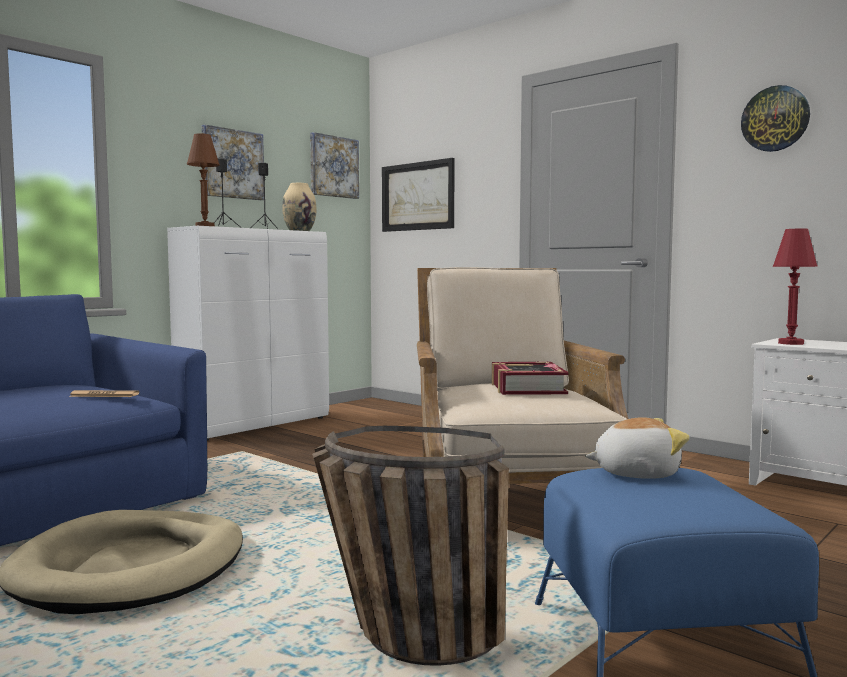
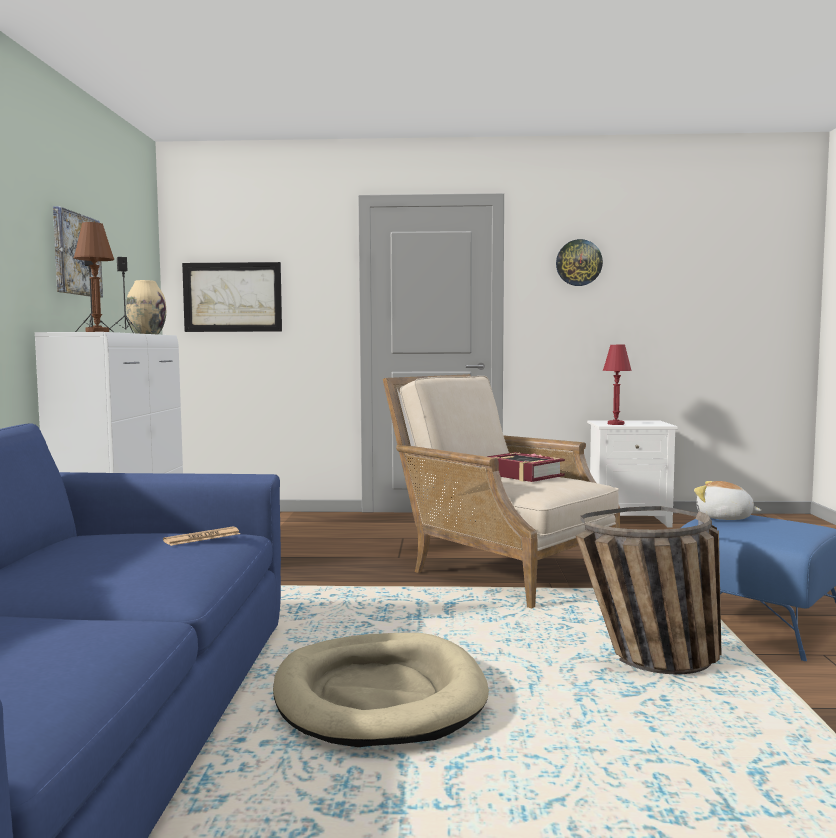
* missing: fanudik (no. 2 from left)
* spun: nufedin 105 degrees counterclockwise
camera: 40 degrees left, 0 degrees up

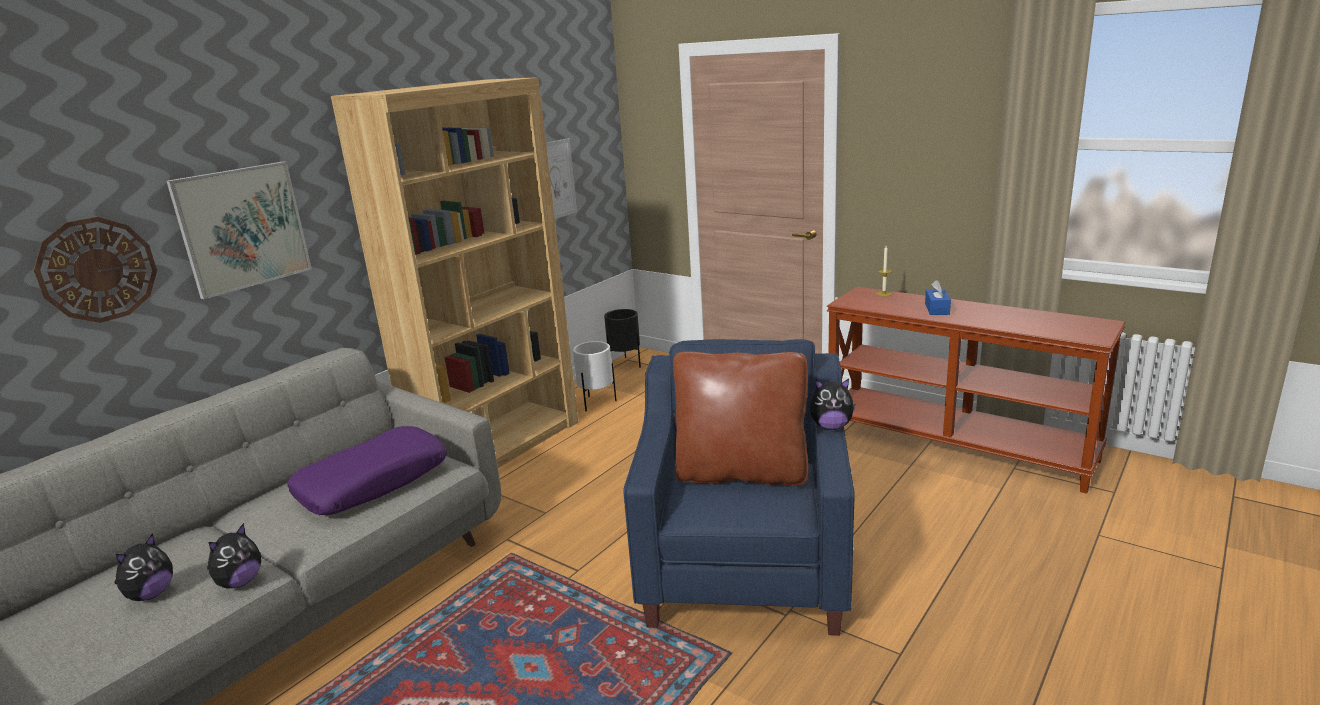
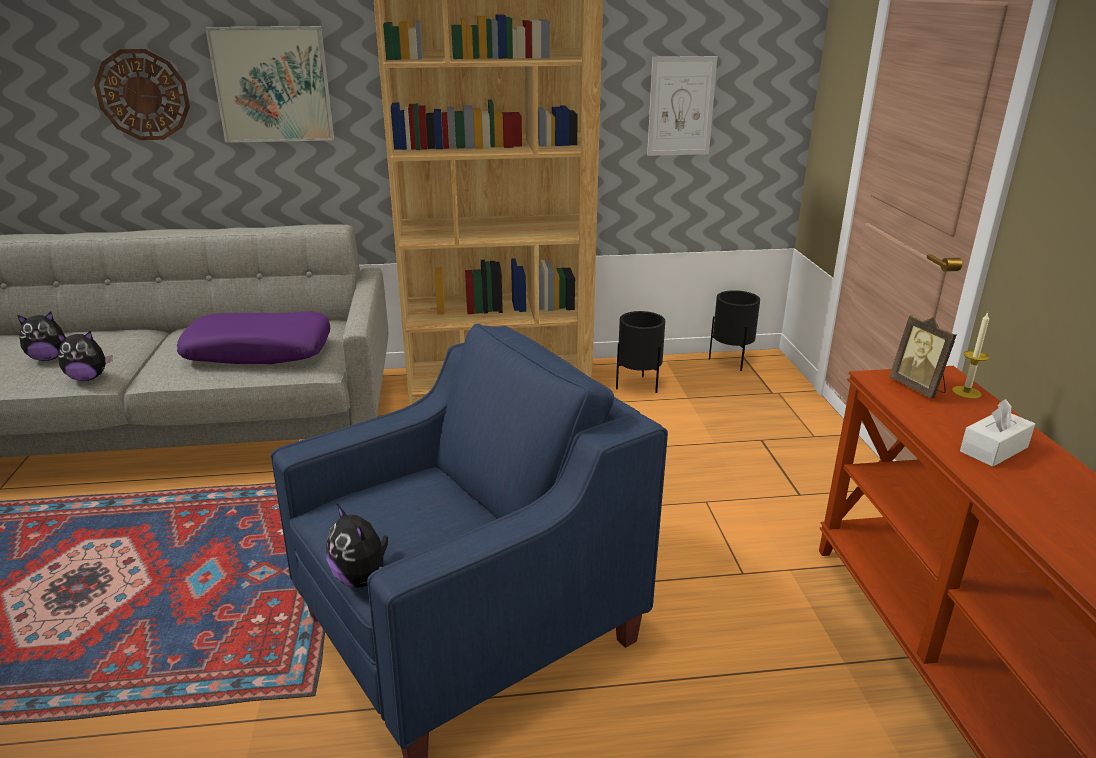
* colour: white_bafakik to black_bafakik (no. 1 from left)
* missing: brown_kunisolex
* relocated: nufedin (no. 3 from left)
* colour: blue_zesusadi to white_zesusadi
* appeared: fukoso
camera: 45 degrees right, 5 degrees up

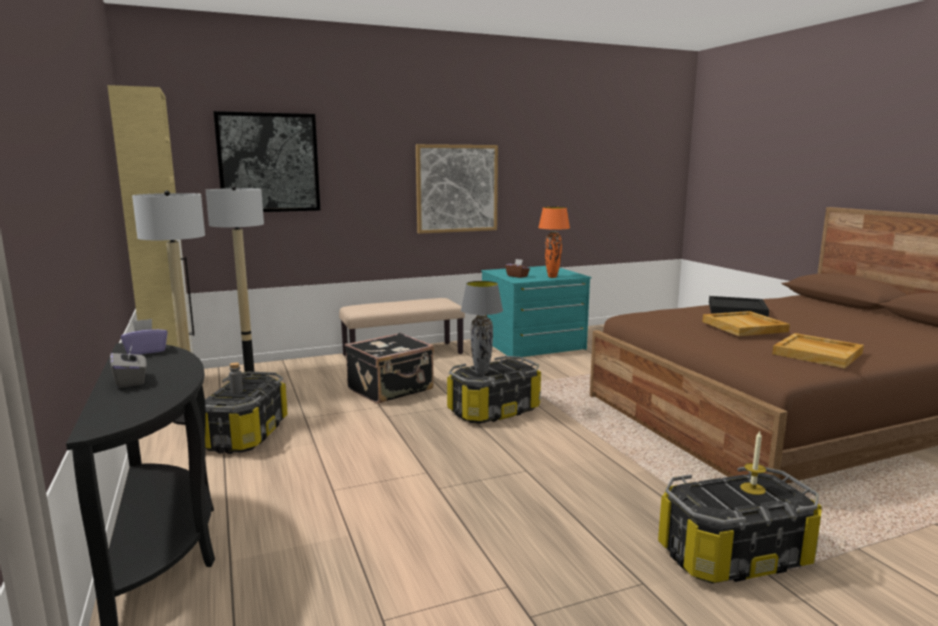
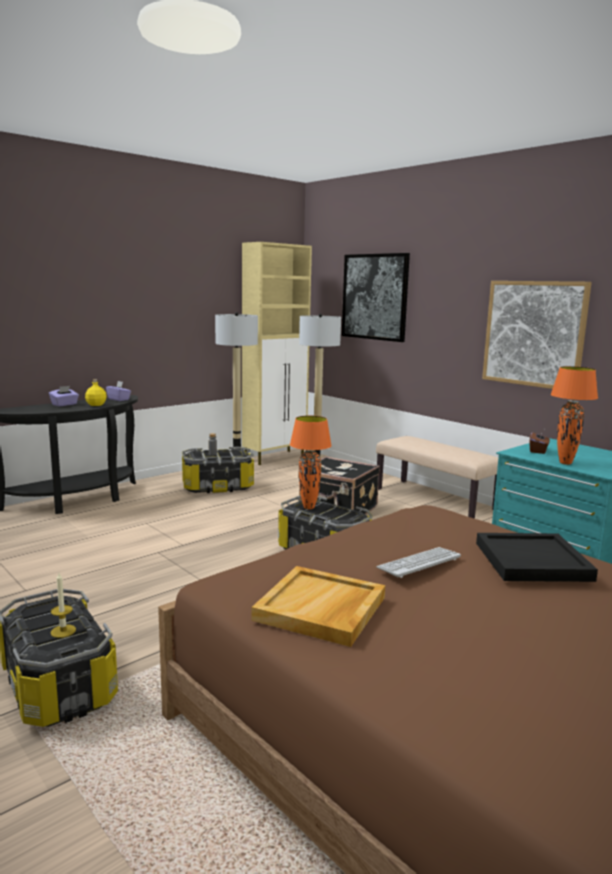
* colour: grey_zesusadi to purple_zesusadi (no. 1 from left)
* colour: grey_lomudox to orange_lomudox (no. 1 from left)
* exchanged: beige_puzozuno (no. 1 from left) to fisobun
* appeared: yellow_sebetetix
camera: 70 degrees right, 0 degrees up

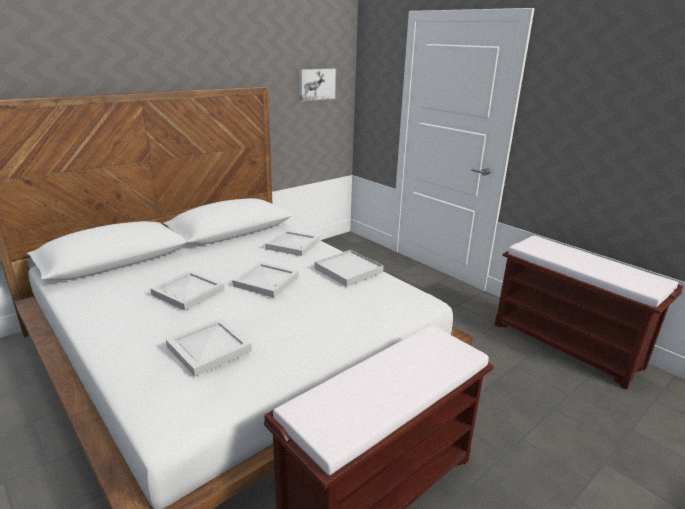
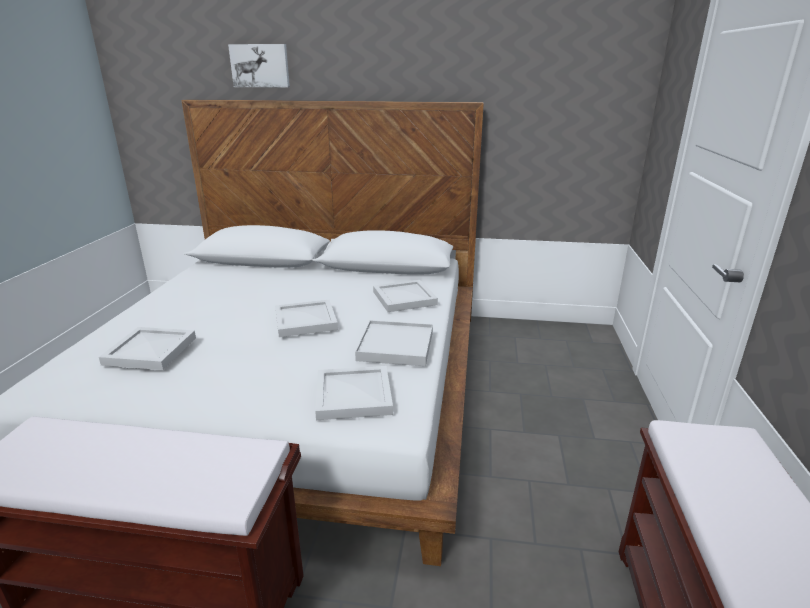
* relocated: white_puzozuno (no. 1 from left in the first image) to white_puzozuno (no. 3 from left)
* relocated: fanudik
camera: 50 degrees right, 0 degrees up

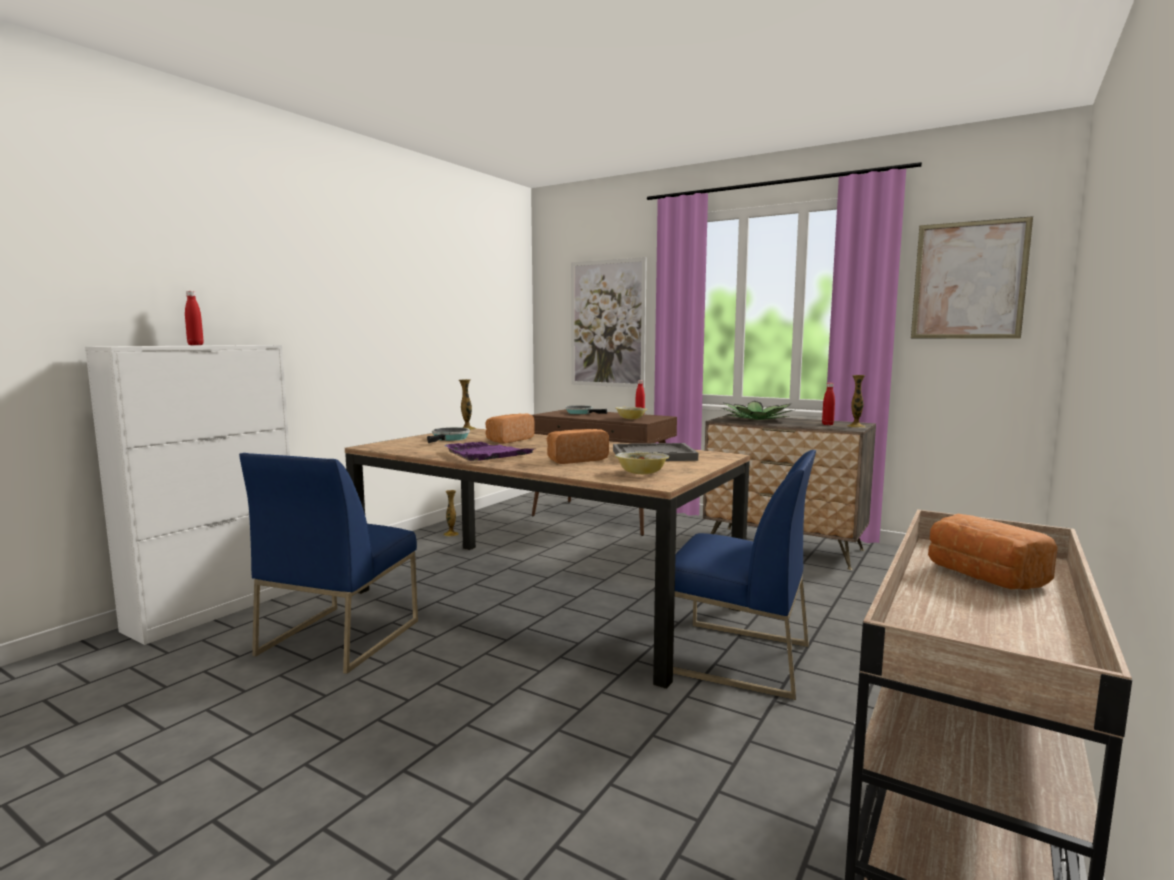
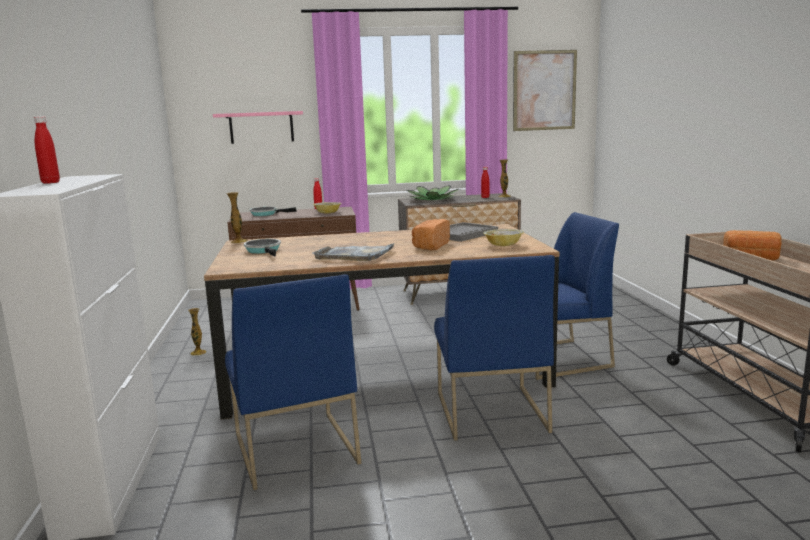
* colour: purple_puzozuno to grey_puzozuno (no. 1 from left)
* missing: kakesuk (no. 1 from left)
* exchanged: fanudik (no. 1 from left) to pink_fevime
* appeared: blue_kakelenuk (no. 2 from left)
camera: 40 degrees left, 5 degrees up

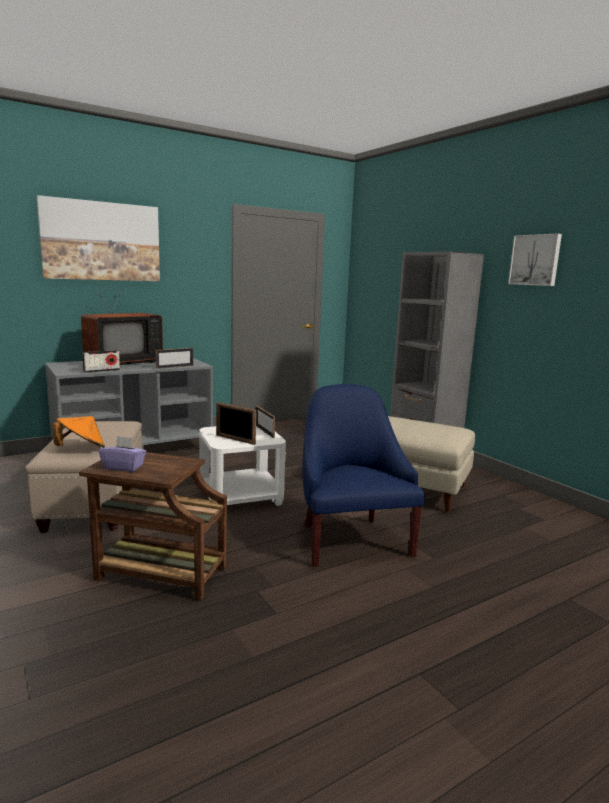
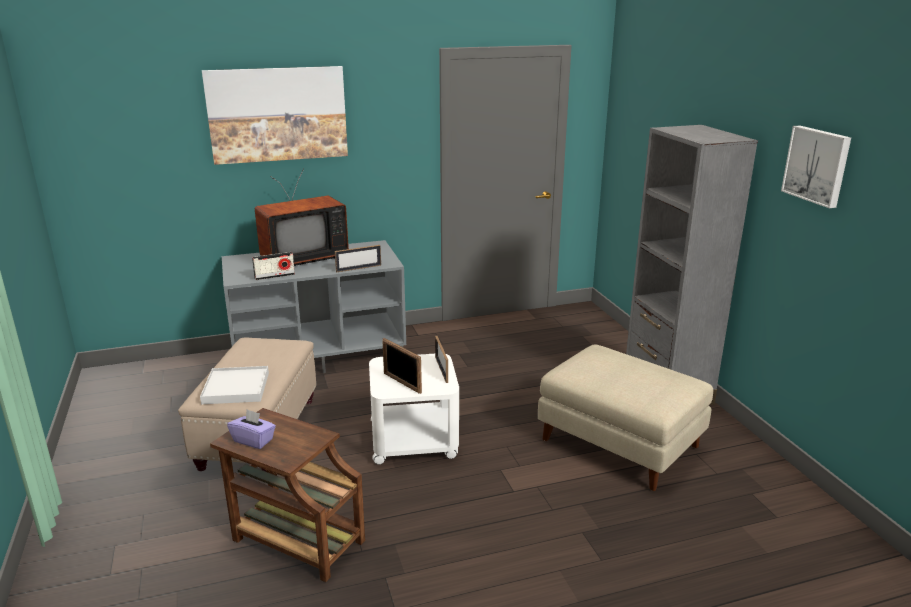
* exchanged: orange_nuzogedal to white_puzozuno
* missing: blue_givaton
camera: 15 degrees right, 10 degrees up

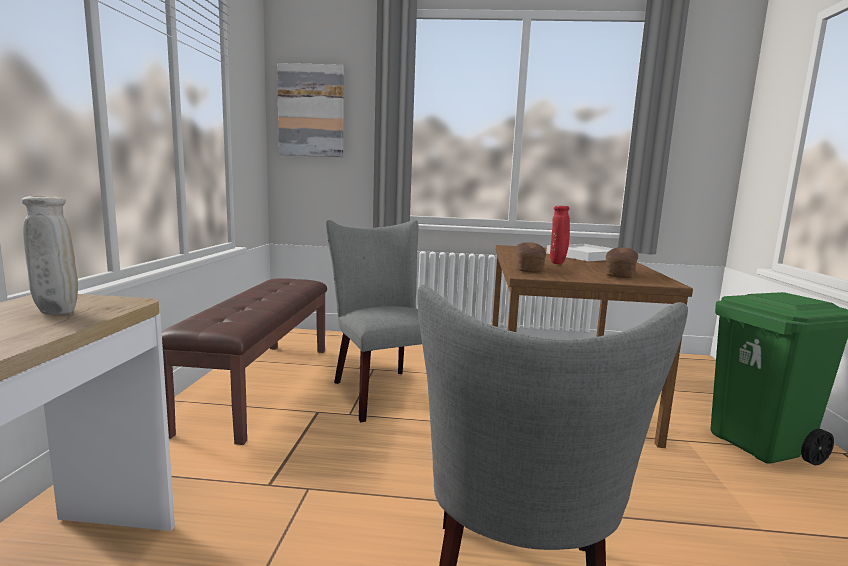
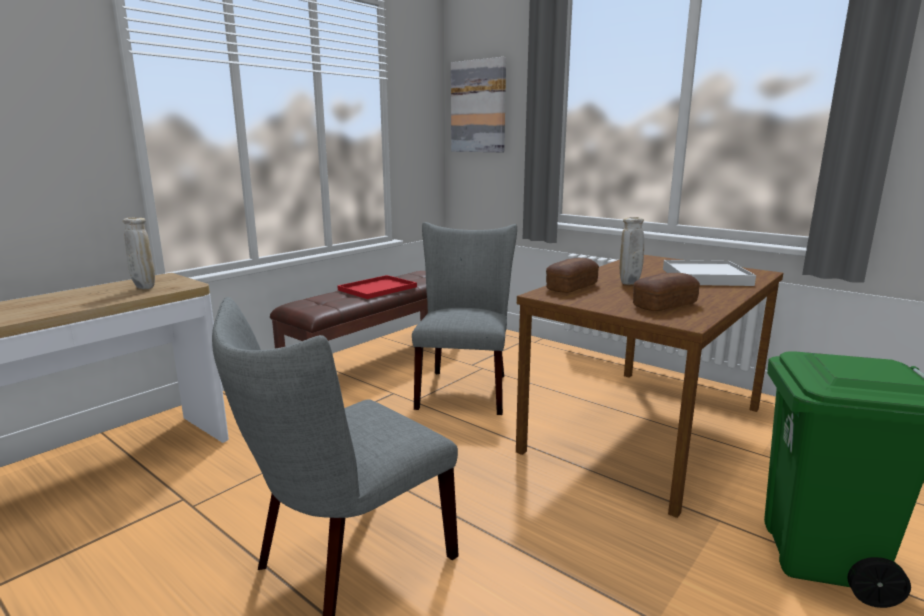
* colour: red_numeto to beige_numeto (no. 2 from left)
* appeared: red_puzozuno
camera: 35 degrees right, 5 degrees up

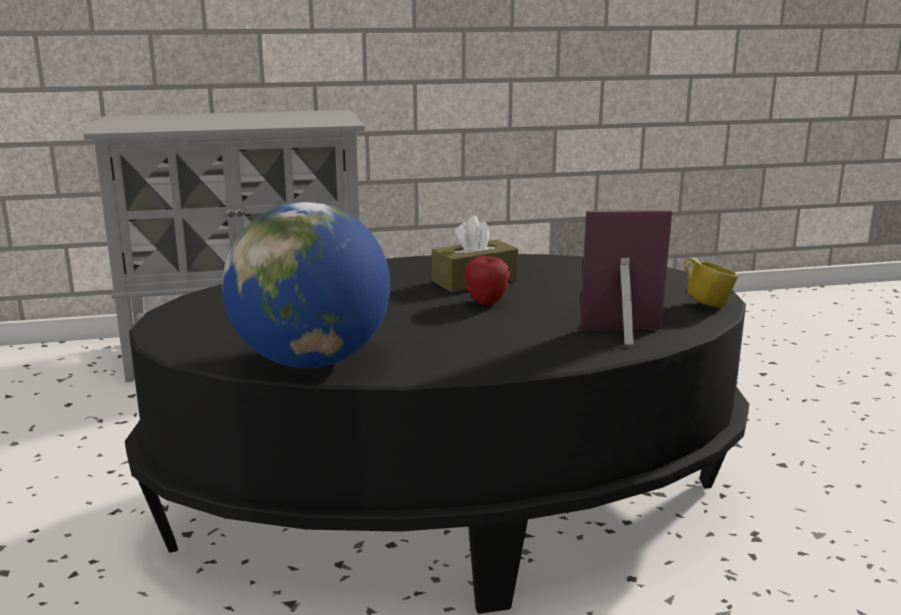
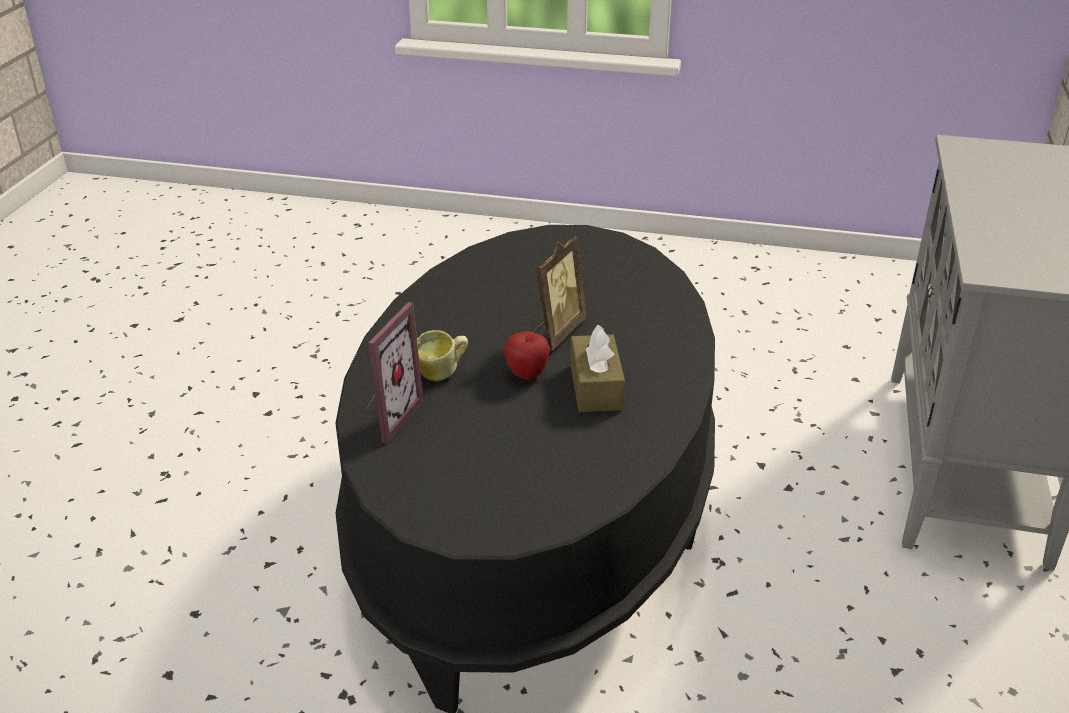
* missing: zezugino
* relocated: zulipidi
* appeared: fukoso (no. 2 from left)
camera: 115 degrees right, 15 degrees up

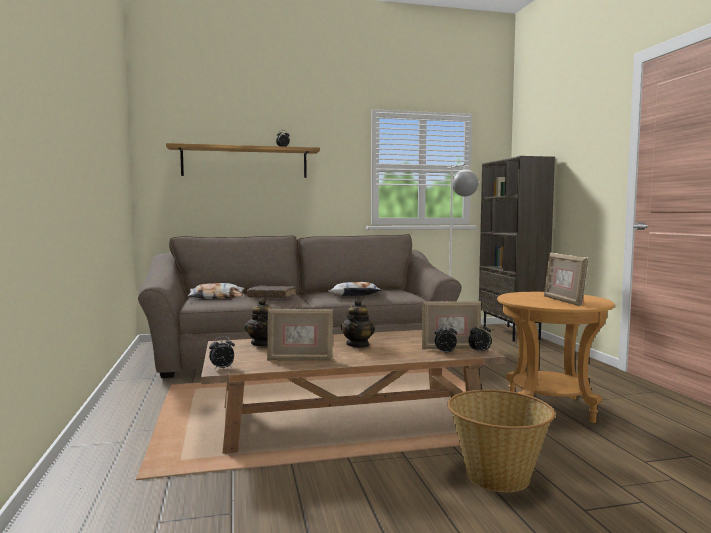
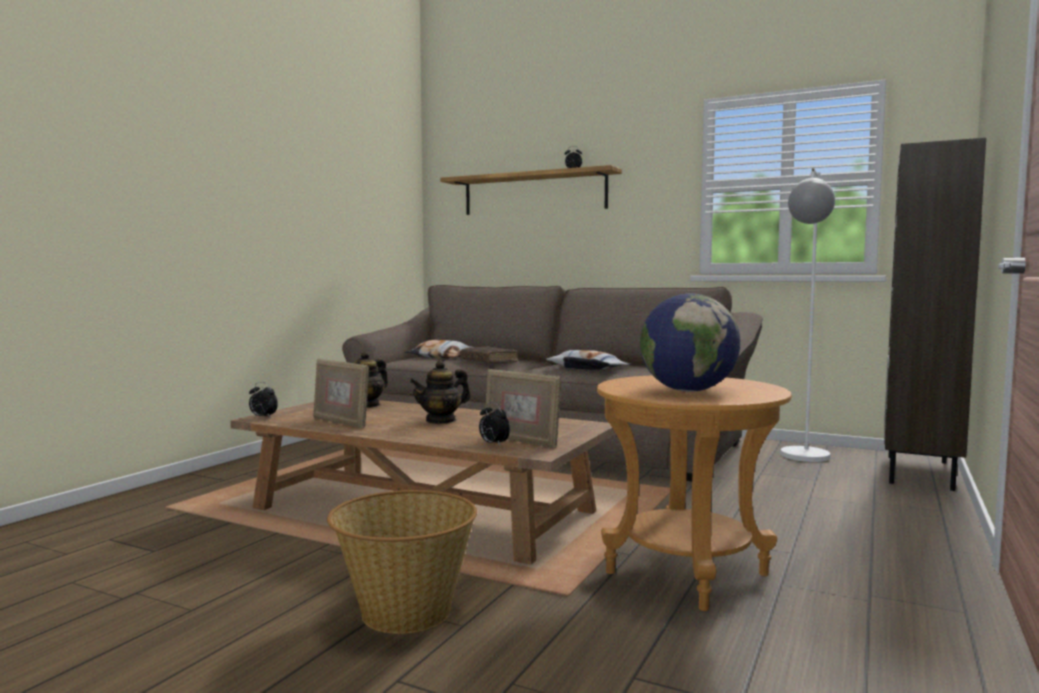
* missing: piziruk (no. 4 from left)
* exchanged: fukoso (no. 3 from left) to zezugino
camera: 40 degrees right, 0 degrees up

